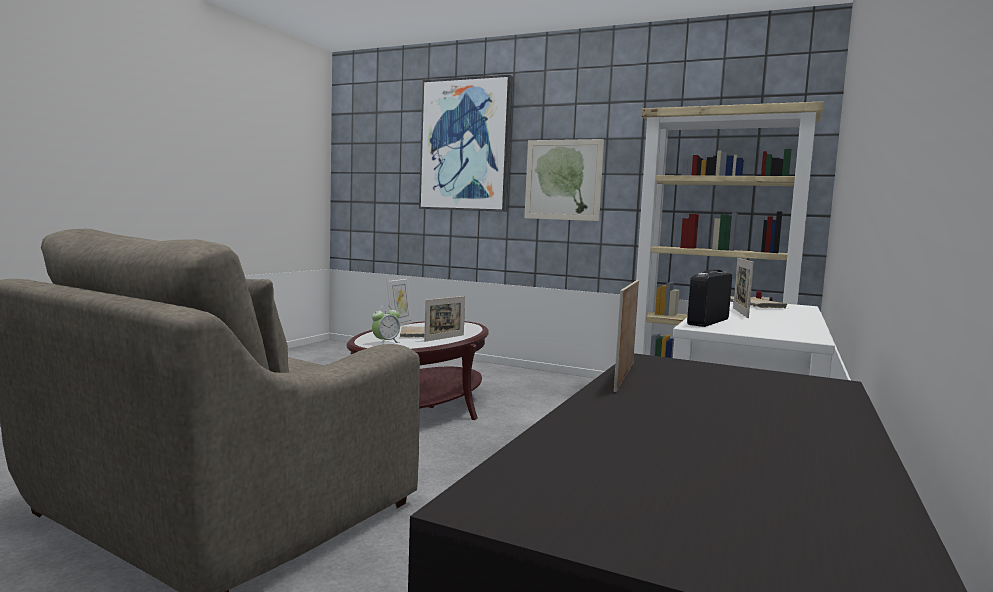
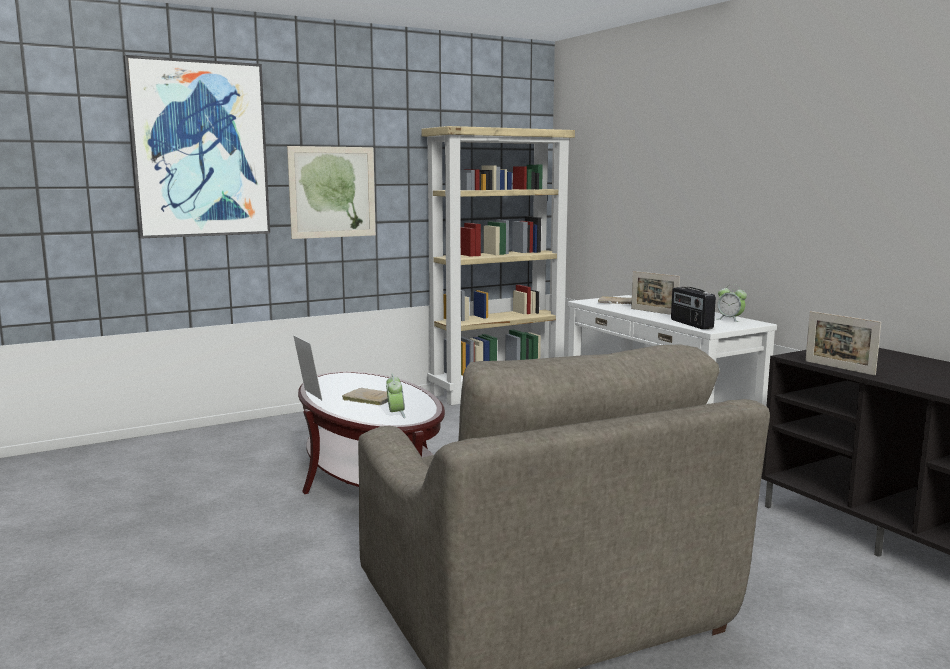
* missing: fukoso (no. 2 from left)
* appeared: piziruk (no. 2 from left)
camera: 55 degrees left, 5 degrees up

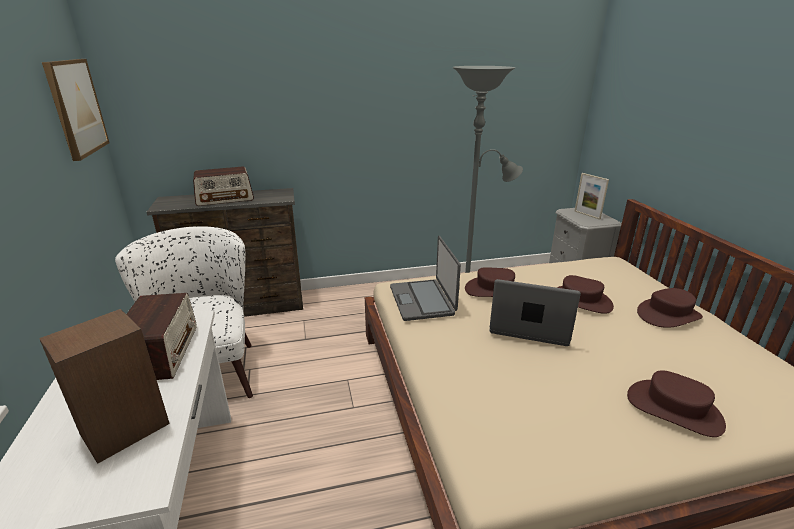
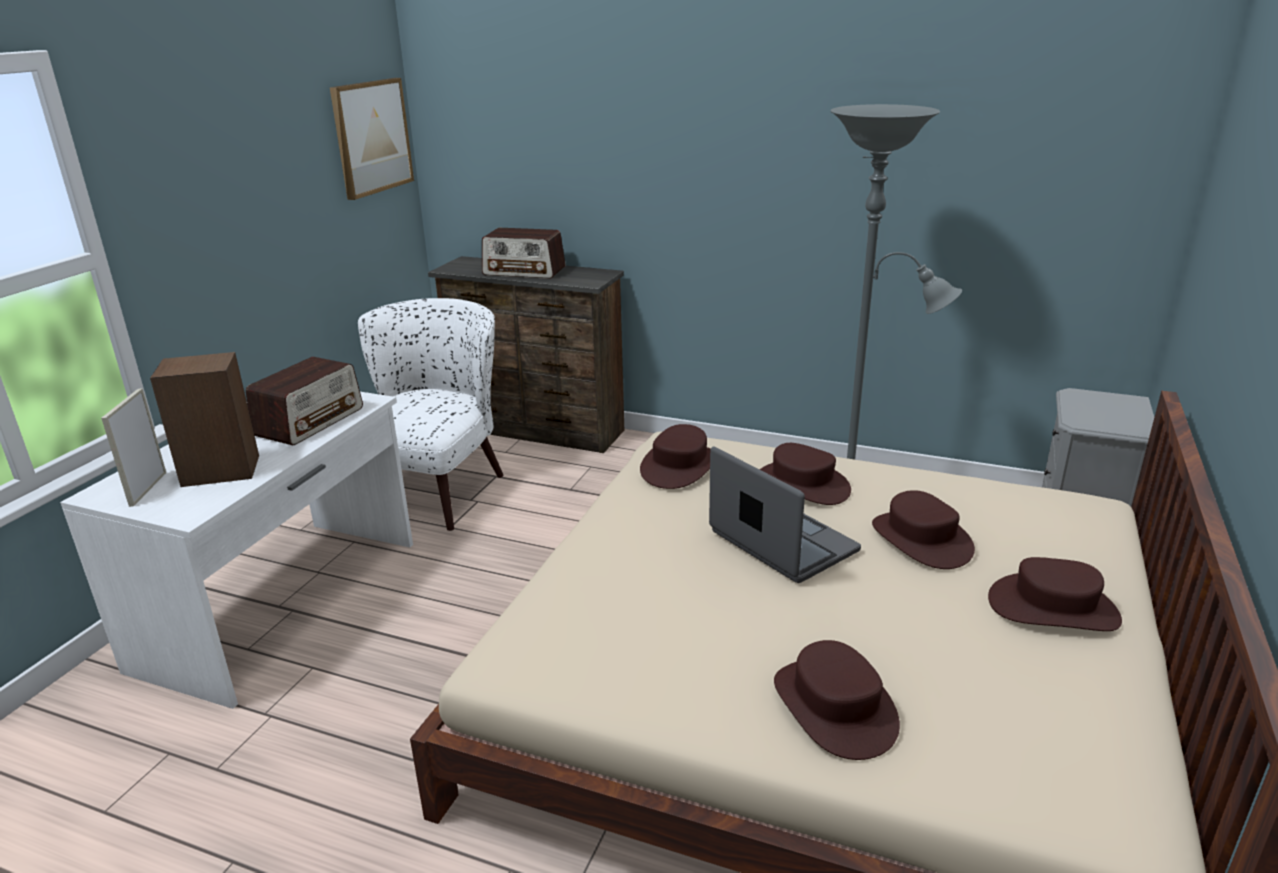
* exchanged: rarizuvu (no. 1 from left) to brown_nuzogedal (no. 1 from left)
* relocated: fukoso
camera: 35 degrees right, 0 degrees up

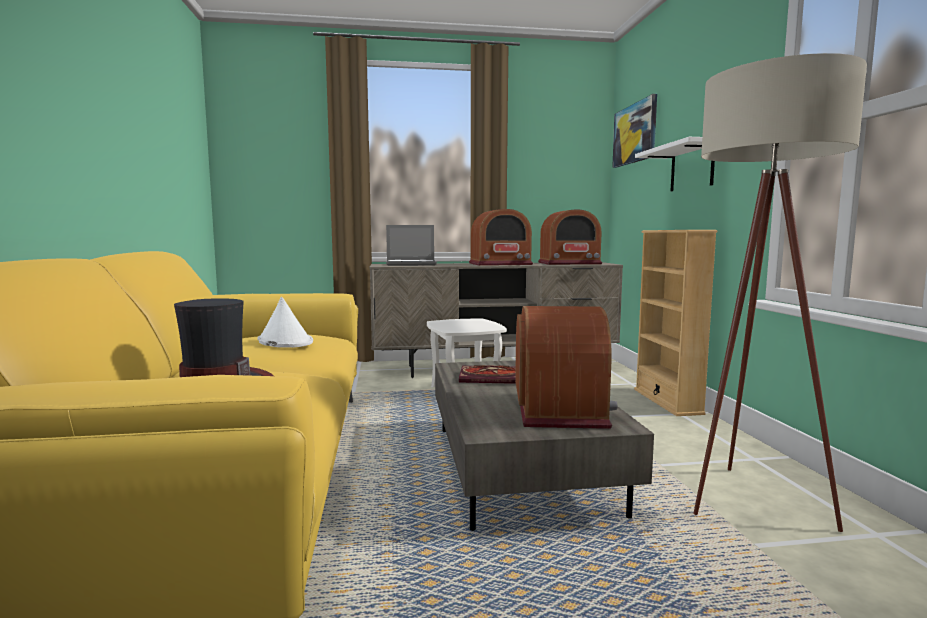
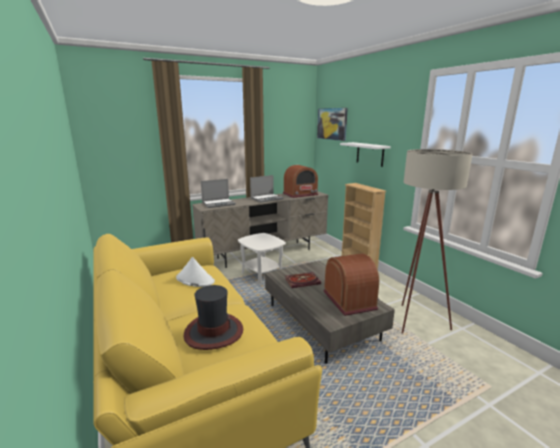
* exchanged: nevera (no. 1 from left) to rarizuvu (no. 2 from left)
camera: 20 degrees left, 10 degrees up

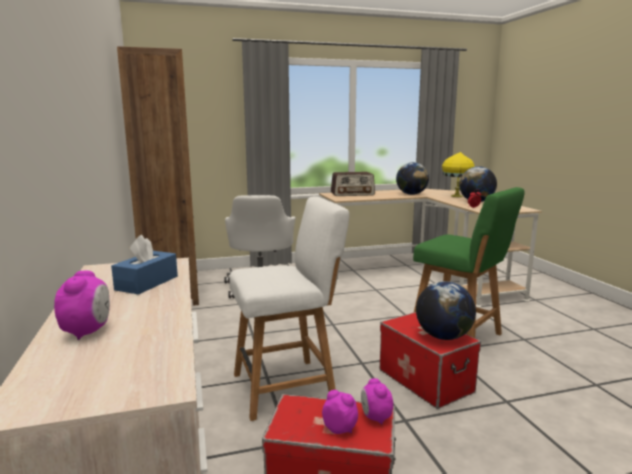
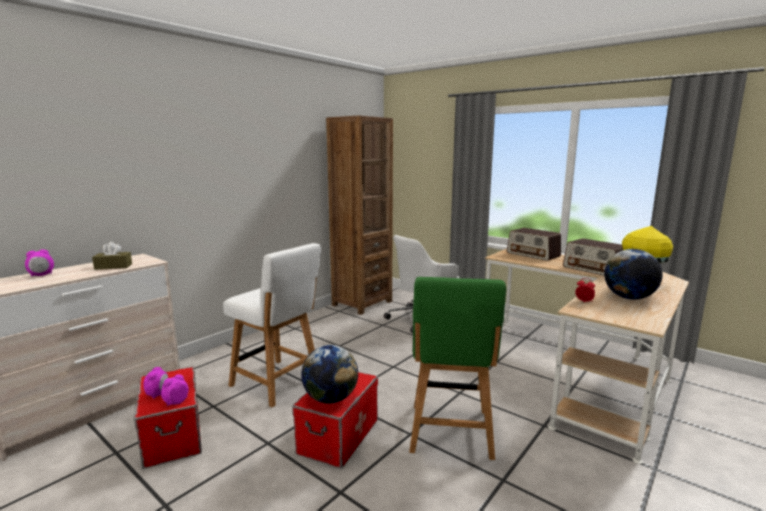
* colour: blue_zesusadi to brown_zesusadi
* exchanged: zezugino (no. 1 from left) to nevera (no. 2 from left)
camera: 55 degrees right, 0 degrees up

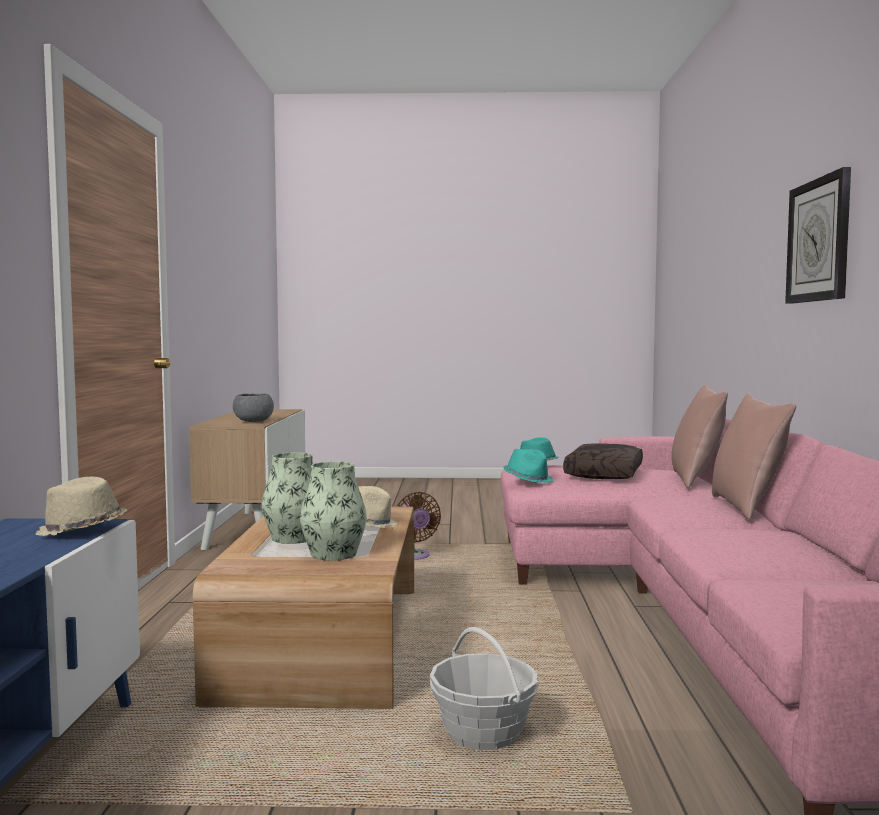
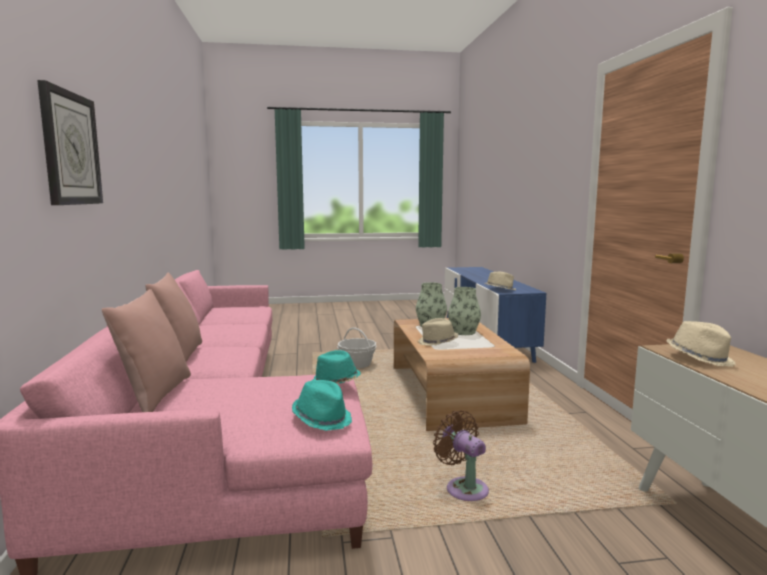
* exchanged: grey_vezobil to beige_nuzogedal (no. 3 from left)
* missing: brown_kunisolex
camera: 170 degrees right, 5 degrees up

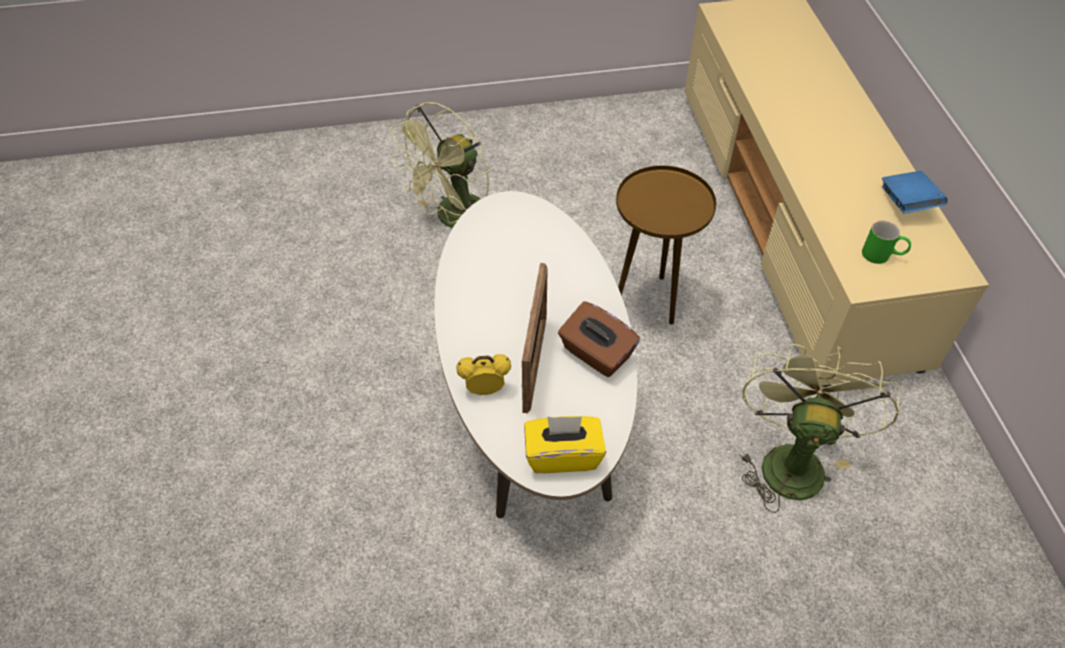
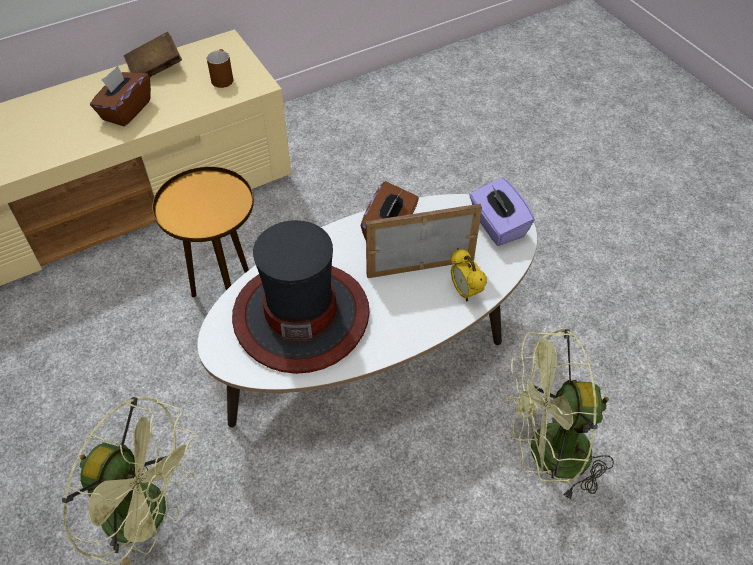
* colour: yellow_zesusadi to purple_zesusadi
* relocated: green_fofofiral (no. 2 from left)
* colour: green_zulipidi to brown_zulipidi
* colour: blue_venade to brown_venade
* appeared: brown_zesusadi (no. 1 from left)
* appeared: nuzogedal
camera: 110 degrees left, 0 degrees up

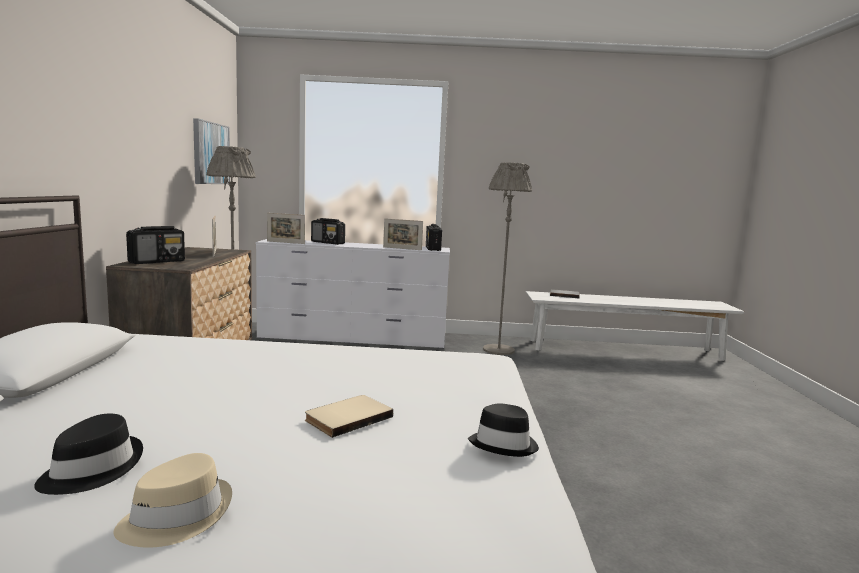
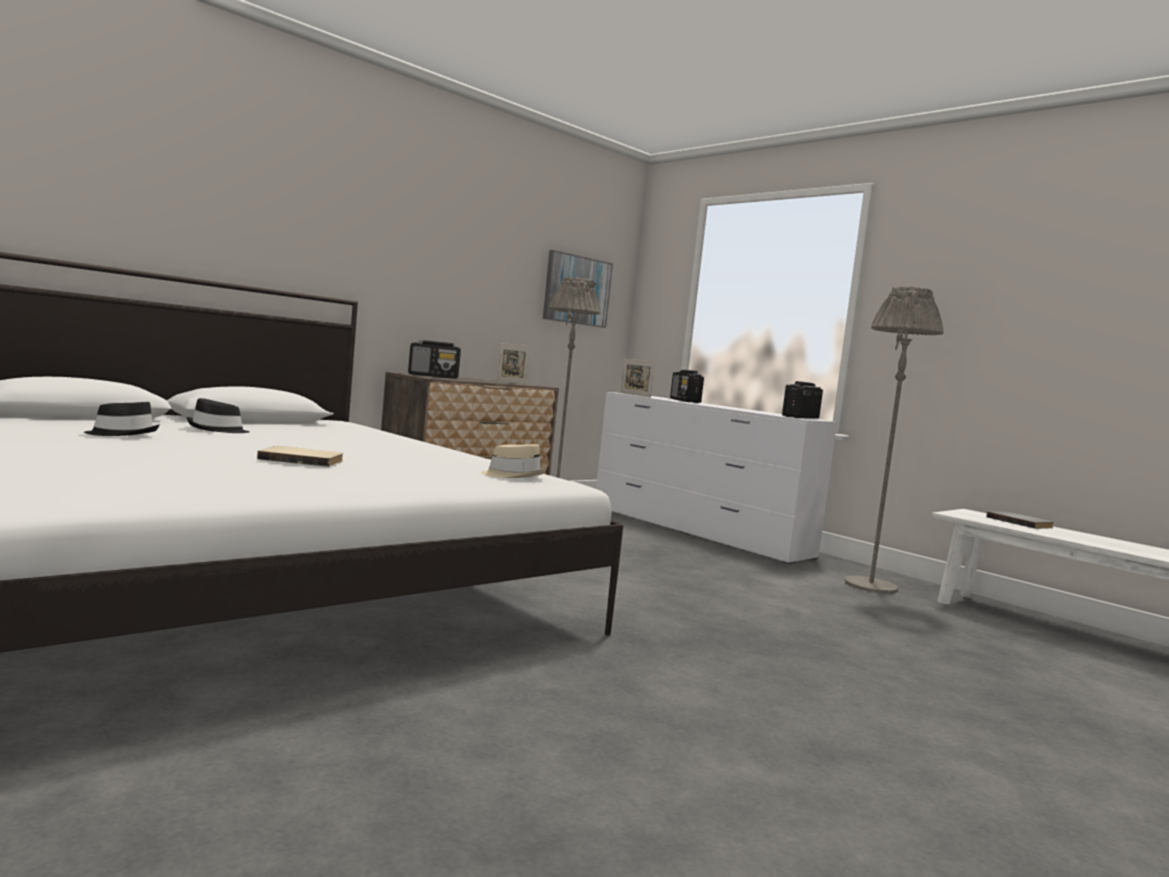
* relocated: beige_nuzogedal
* missing: fukoso (no. 3 from left)
* relocated: black_nuzogedal (no. 2 from left)
camera: 45 degrees right, 5 degrees down

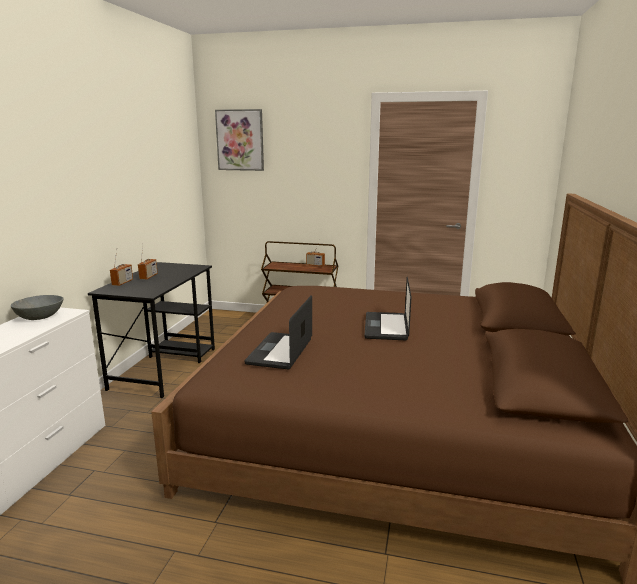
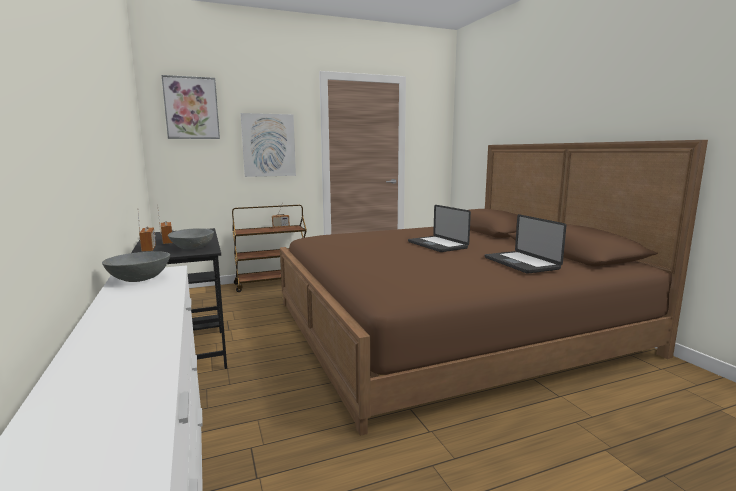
* relocated: rarizuvu (no. 1 from left in the first image) to rarizuvu (no. 2 from left)
* appeared: grey_vezobil (no. 2 from left)
* appeared: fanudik (no. 2 from left)
camera: 35 degrees left, 5 degrees down

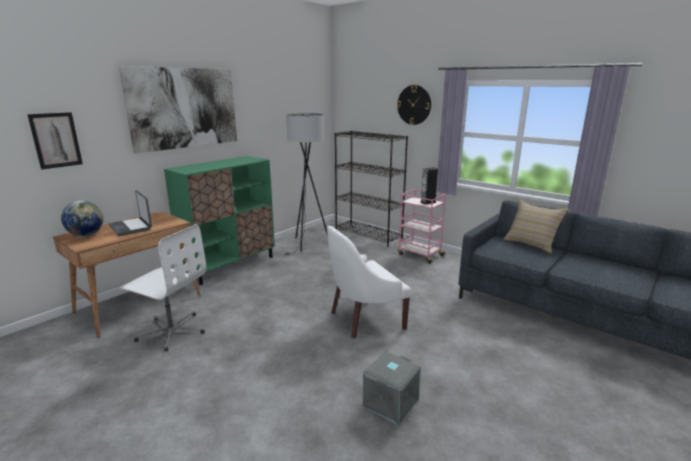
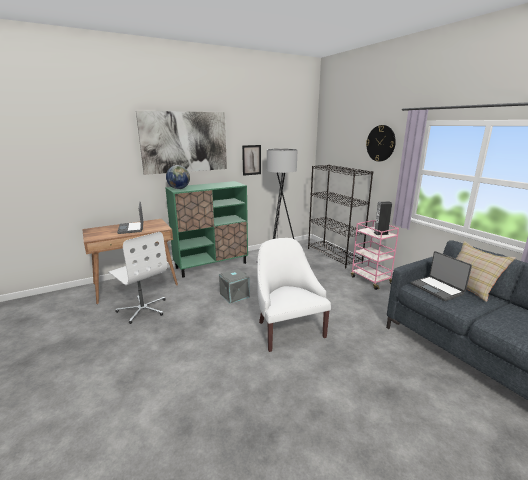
* relocated: fanudik (no. 1 from left in the first image) to fanudik (no. 2 from left)
* relocated: zezugino
* spun: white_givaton 75 degrees clockwise
* relocated: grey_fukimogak
* appeared: rarizuvu (no. 2 from left)
camera: 20 degrees right, 0 degrees up

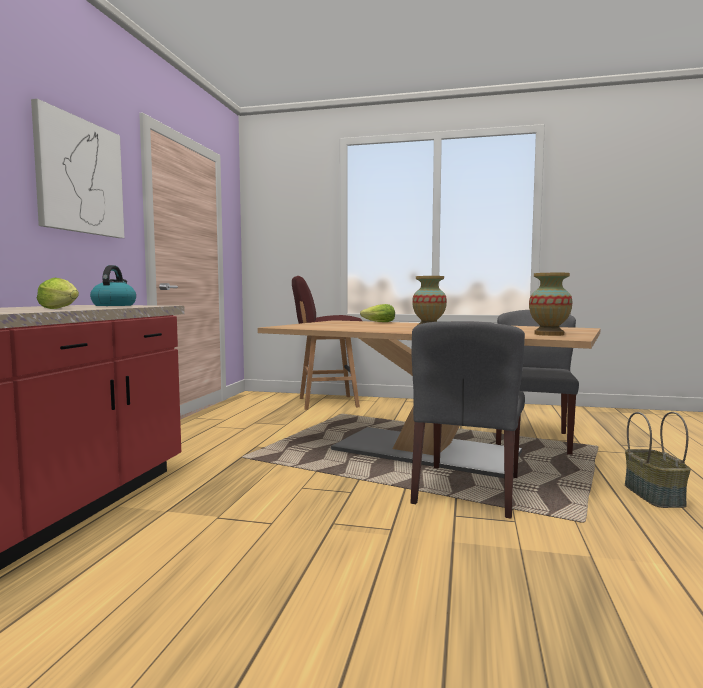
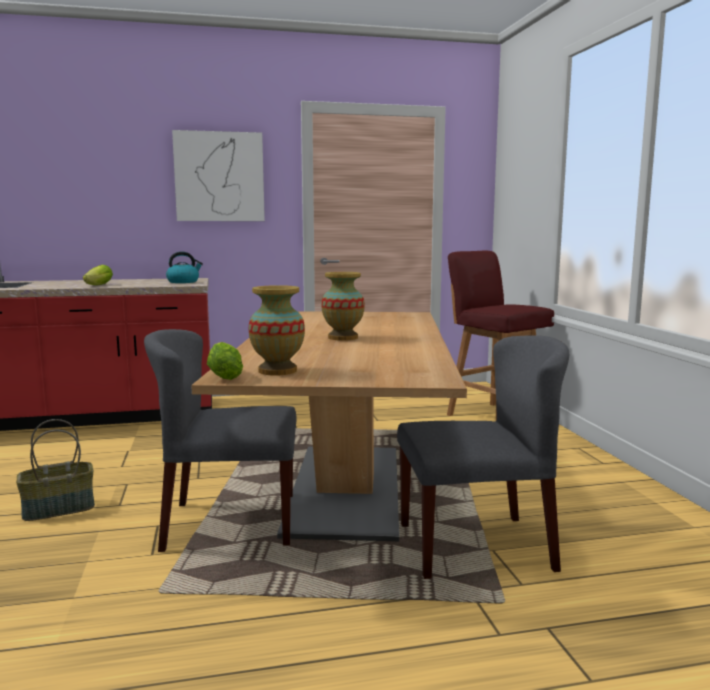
* relocated: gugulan (no. 2 from left)
* relocated: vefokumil
camera: 65 degrees right, 5 degrees up

